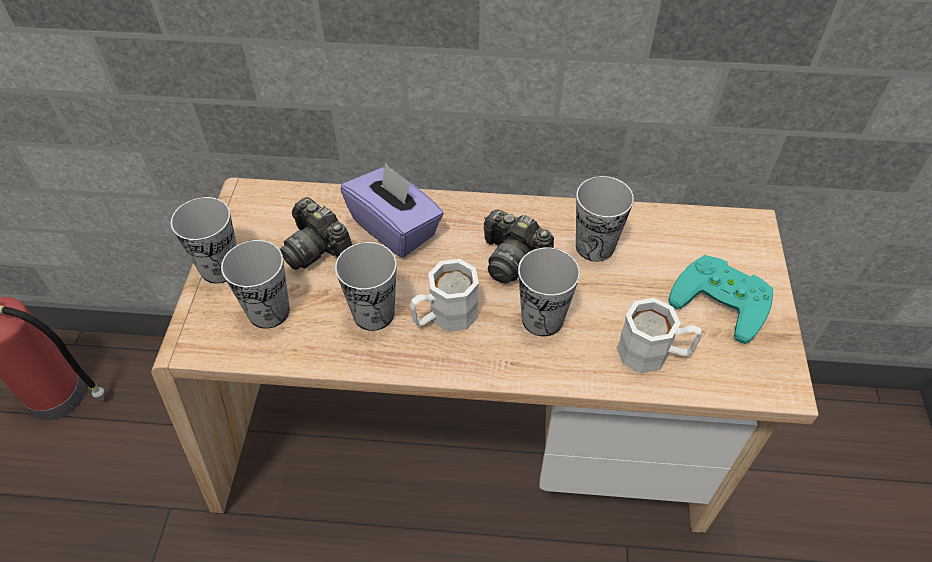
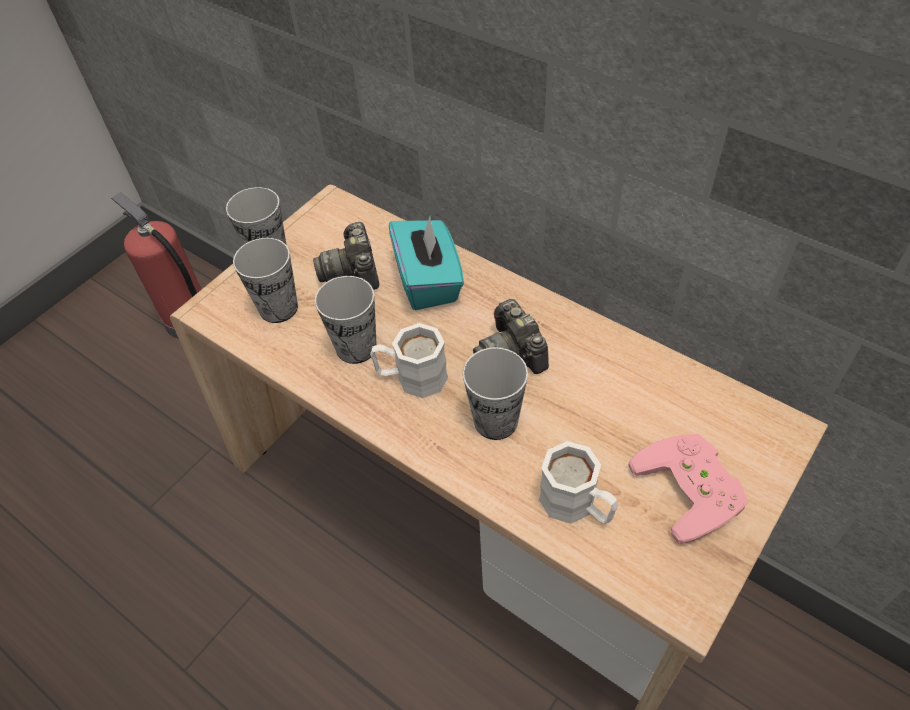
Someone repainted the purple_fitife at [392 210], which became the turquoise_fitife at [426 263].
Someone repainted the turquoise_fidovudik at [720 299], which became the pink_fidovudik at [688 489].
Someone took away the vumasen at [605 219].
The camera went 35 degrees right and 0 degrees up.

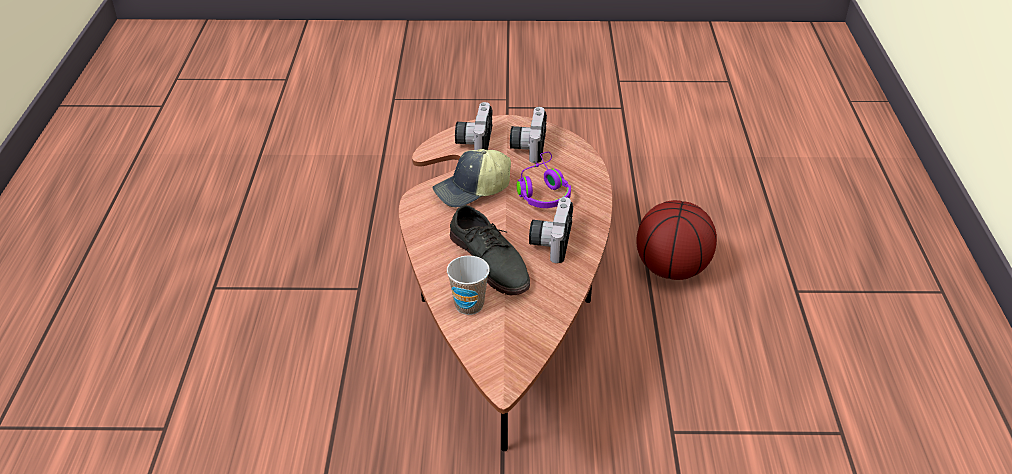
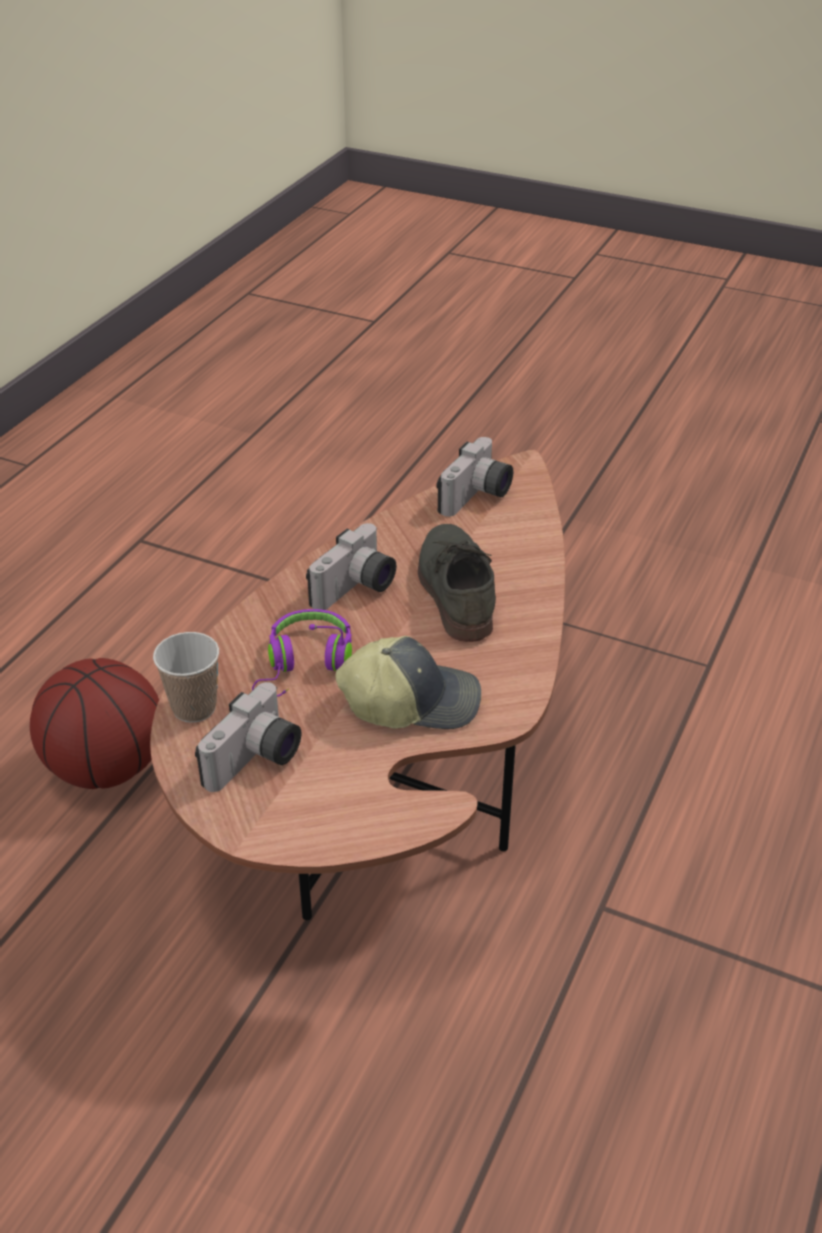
Someone carried the vumasen from [468 285] to [186 677].
Someone carried the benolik from [474 126] to [474 477].
The camera went 155 degrees left and 0 degrees up.

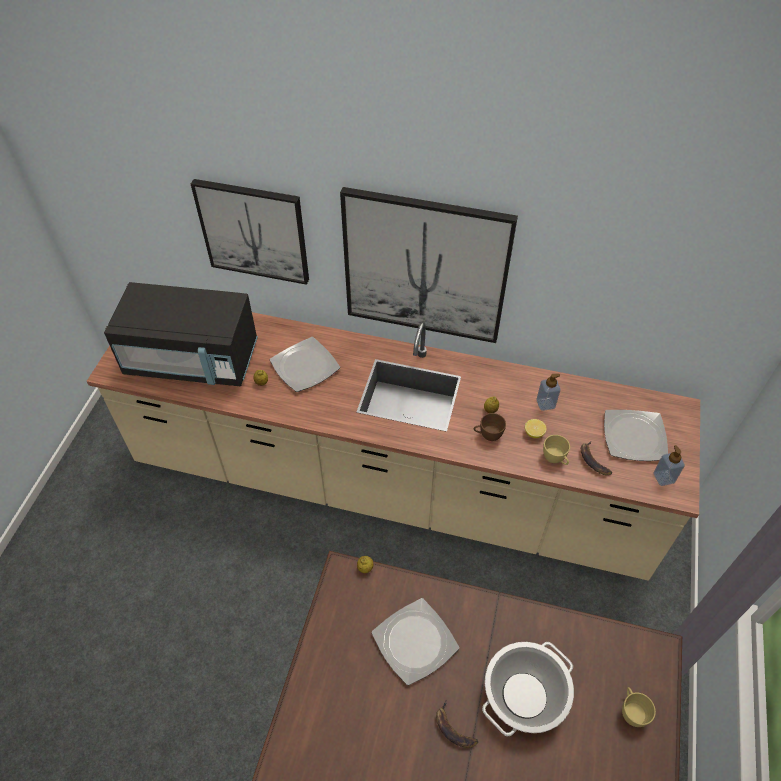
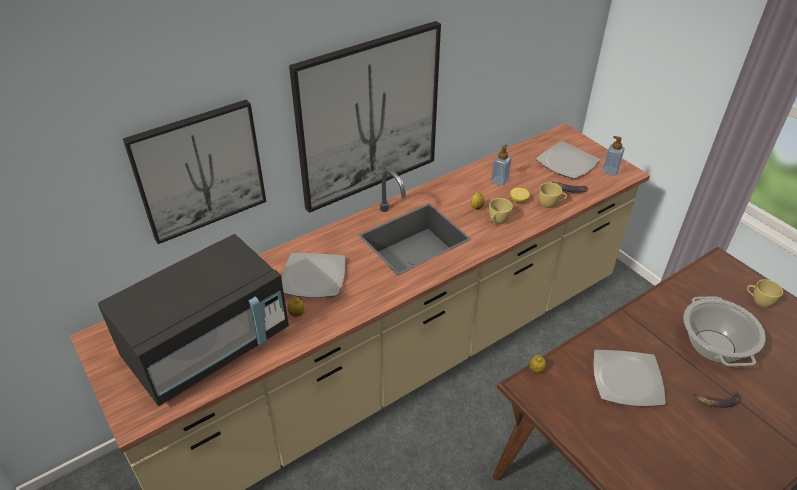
Someone repainted the brown_vumasen at [490 427], which became the yellow_vumasen at [501 211].
The camera went 50 degrees left and 10 degrees down.

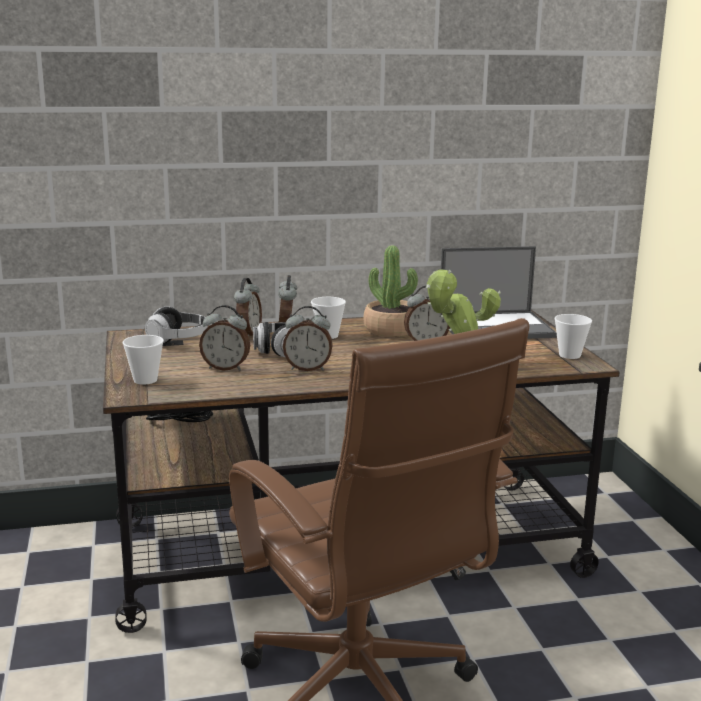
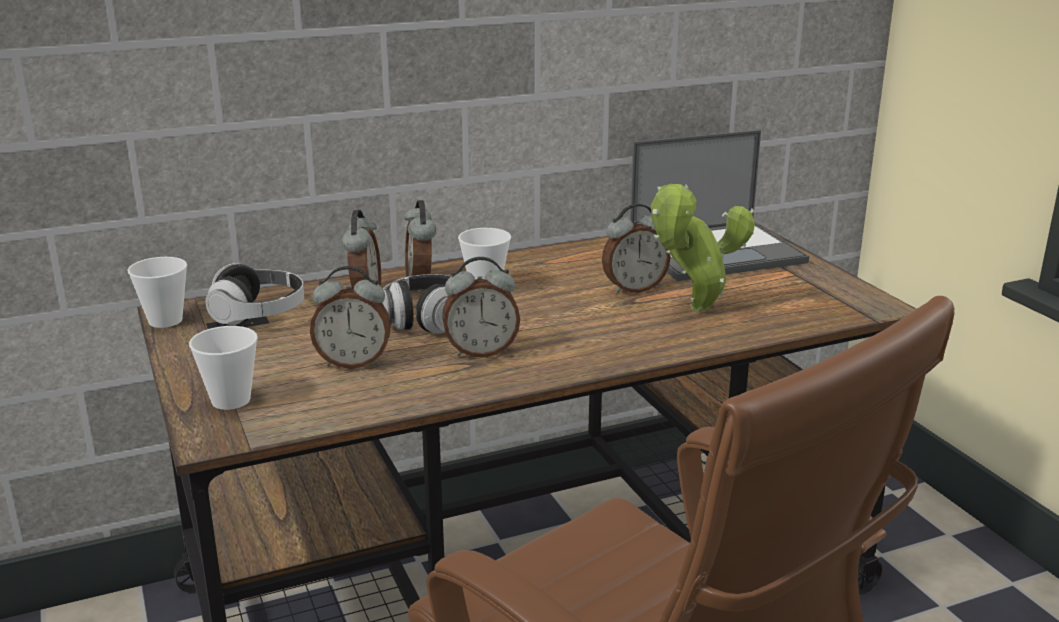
Someone carried the vumasen from [573 336] to [157 292].
Someone took away the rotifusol at [390 291].
The camera went 10 degrees left and 5 degrees up.

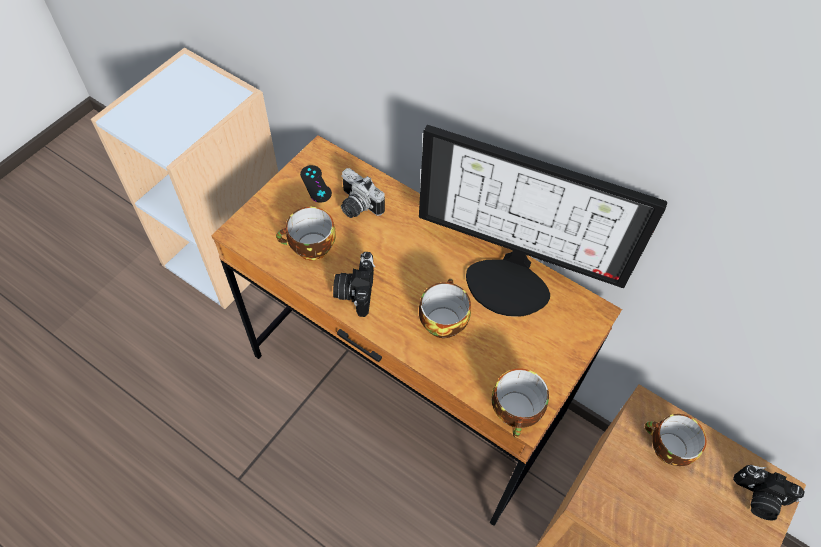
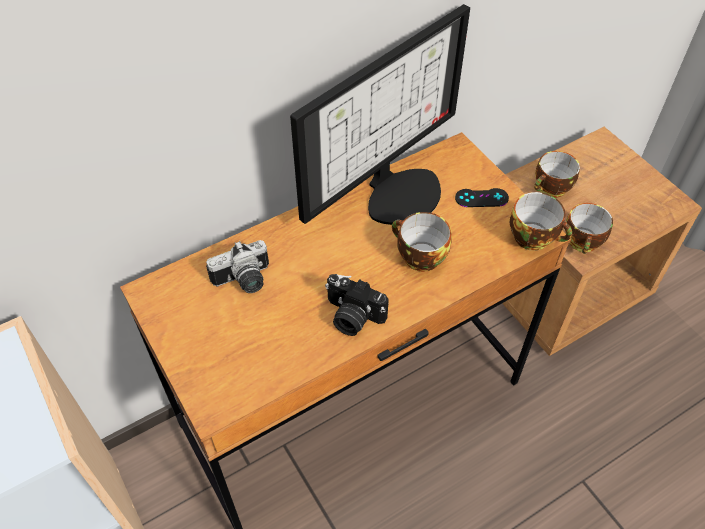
Someone carried the black_fidovudik from [316 184] to [482 197].
Someone carried the vumasen from [306 234] to [589 228].
Someone took away the benolik at [769 492].
The camera went 65 degrees left and 5 degrees down.

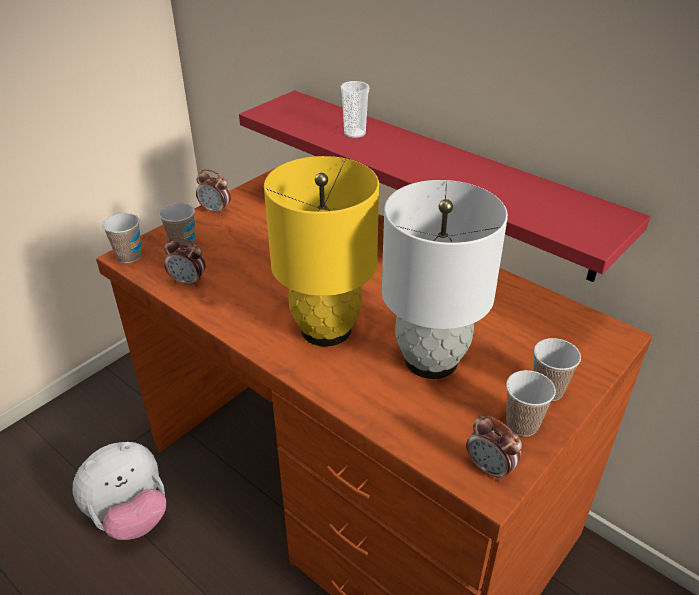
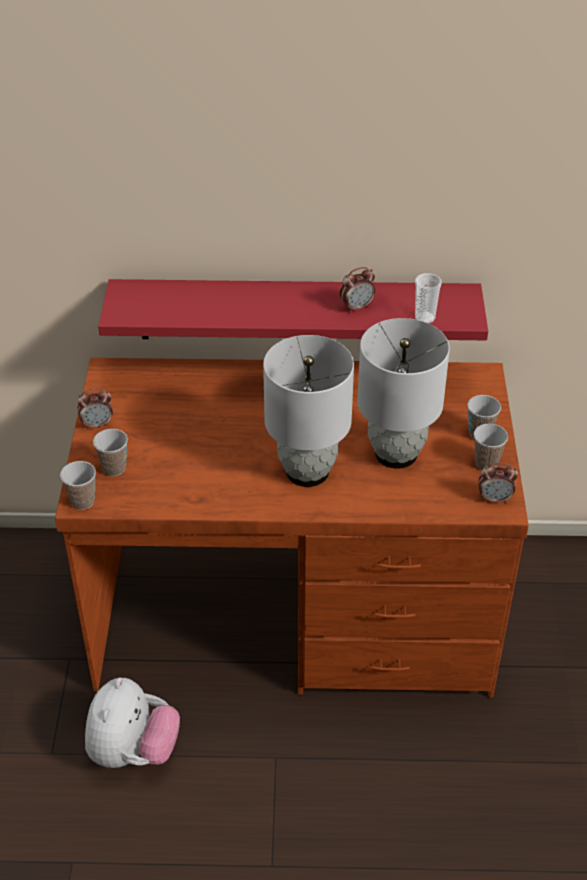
Someone repainted the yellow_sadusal at [321 251], which became the white_sadusal at [308 411].
Someone carried the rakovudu from [185 262] to [357 290].
Someone carried the vumasen from [355 109] to [428 298].
The camera went 40 degrees left and 5 degrees up.

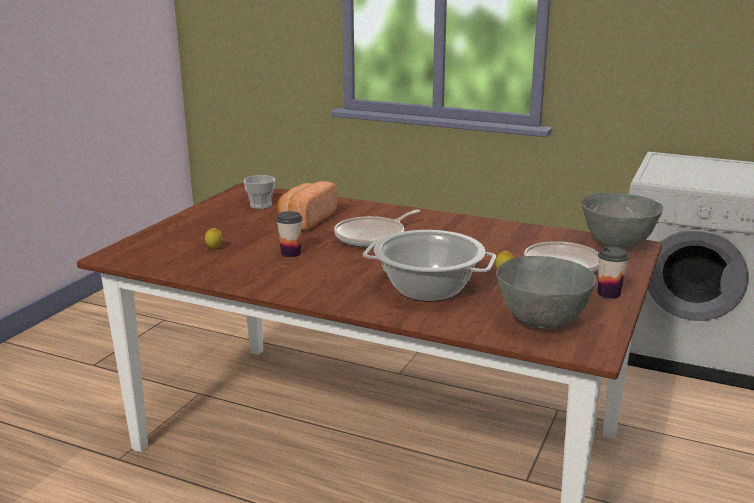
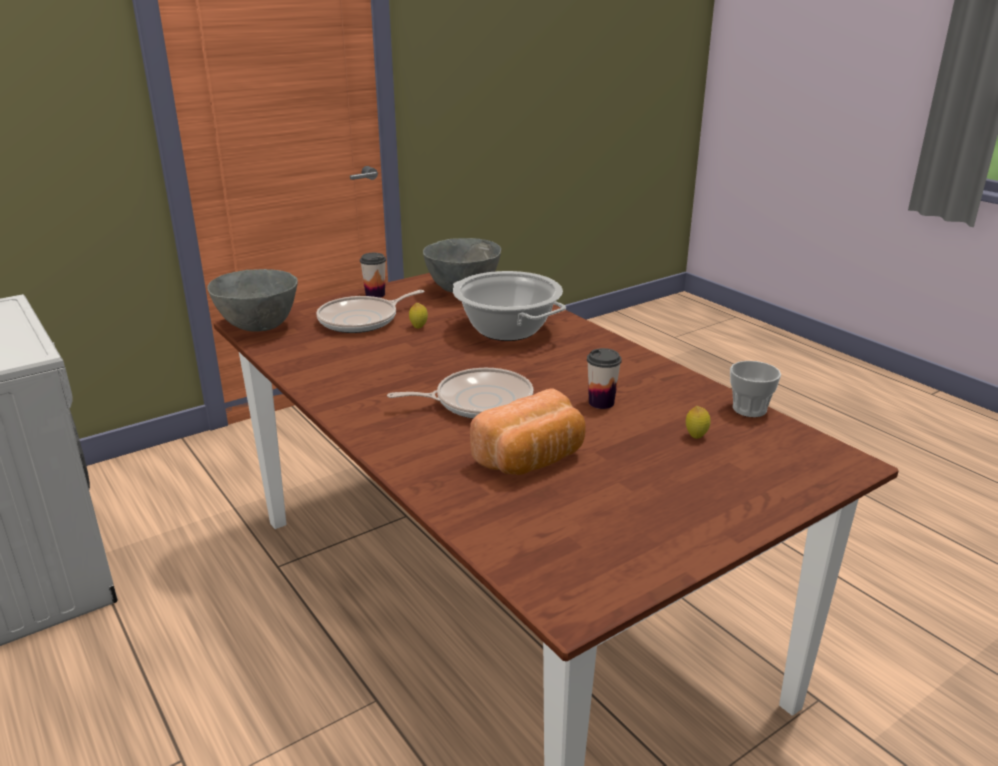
Someone carried the vumasen from [259 192] to [755 389].
The camera went 150 degrees left and 5 degrees up.

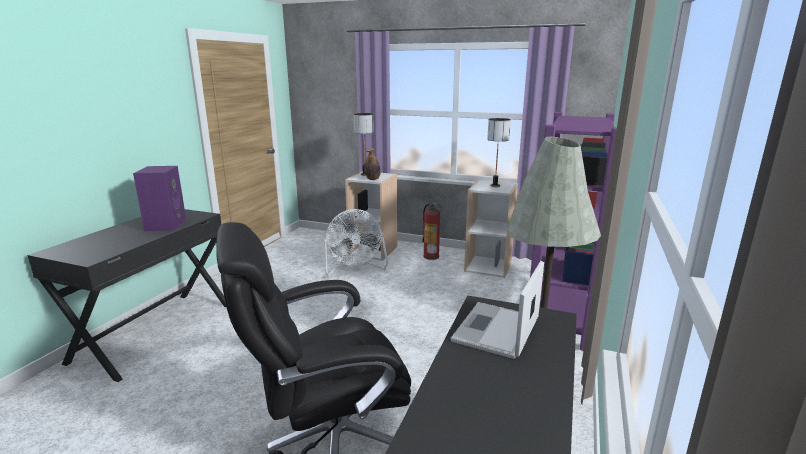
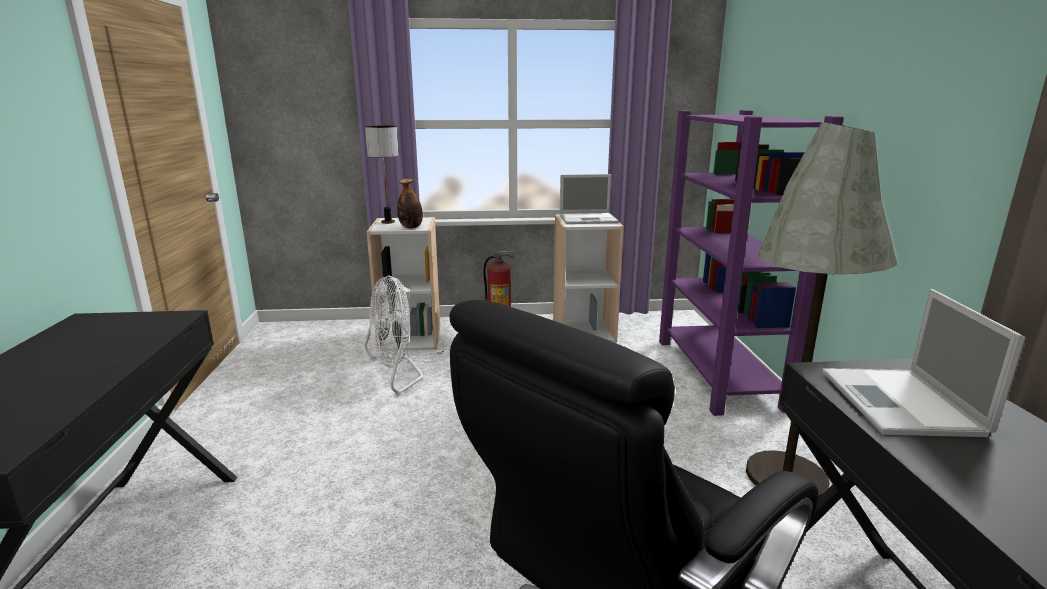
Someone rotated the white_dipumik at [356 243] by 105 degrees clockwise.
Someone swapped the sadusal at [499 152] for the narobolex at [589 199].
Someone took away the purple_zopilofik at [159 198].
The camera went 25 degrees left and 0 degrees up.

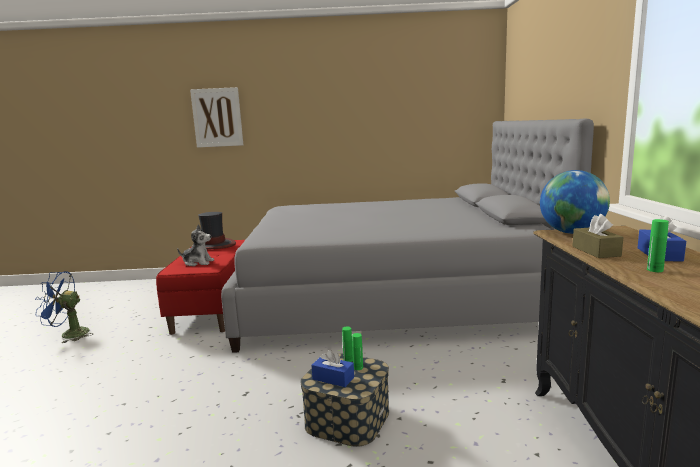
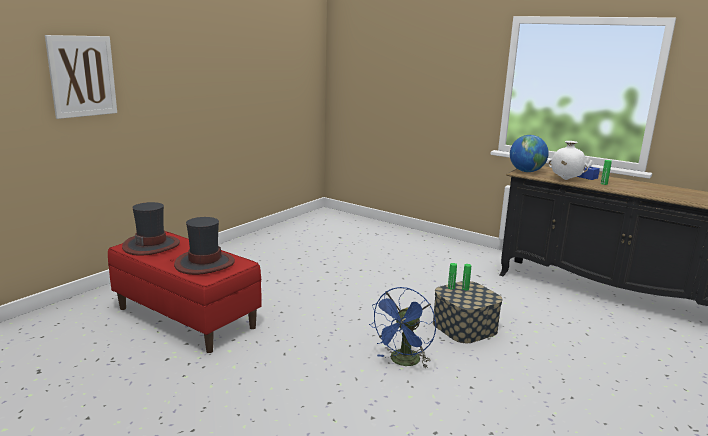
Someone swapped the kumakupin at [195 245] for the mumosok at [204 246].
Someone carried the blue_dipumik from [64 307] to [402 327].
Someone swapped the brown_fitife at [597 236] for the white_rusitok at [568 160].
Someone took away the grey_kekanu at [407 235].
Someone took away the blue_fitife at [332 368].
The camera went 55 degrees left and 5 degrees up.

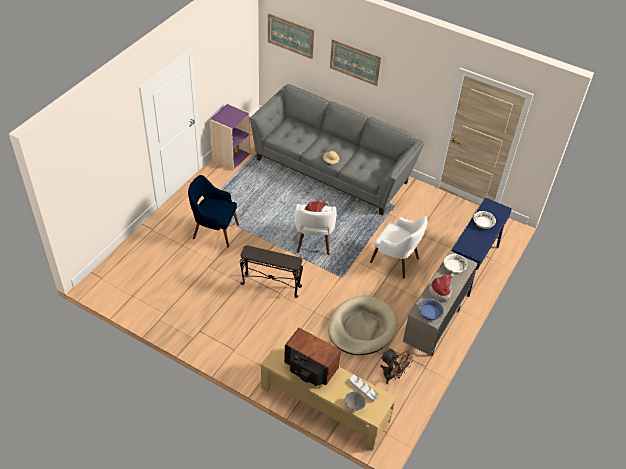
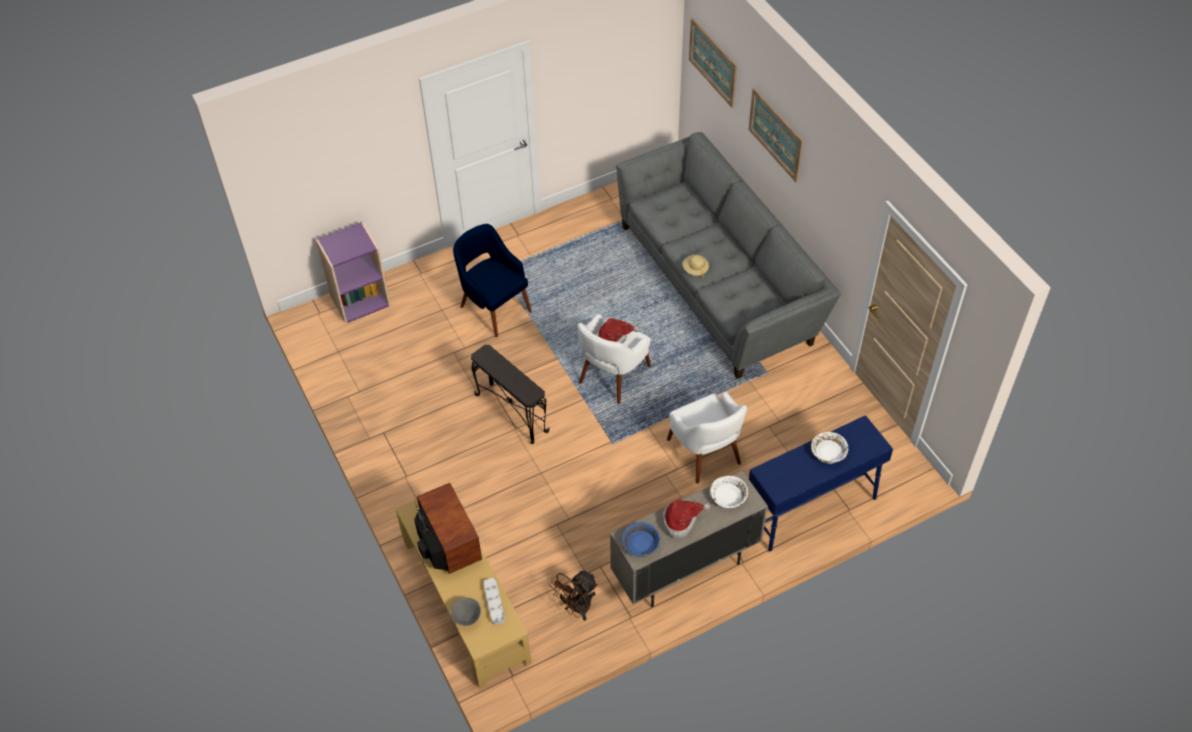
Someone carried the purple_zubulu from [229 136] to [353 273].
Someone rotated the brown_dipumik at [396 366] by 60 degrees clockwise.
Someone took away the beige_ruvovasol at [362 325].
The camera went 35 degrees right and 5 degrees up.

